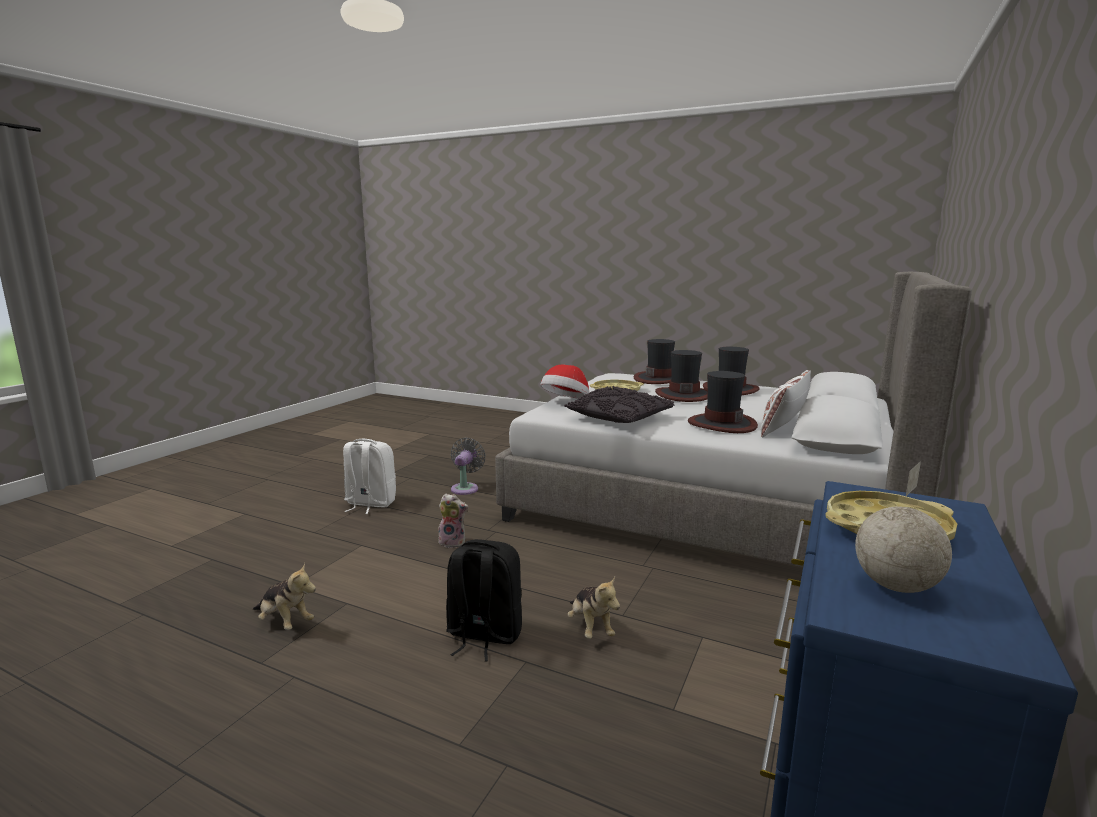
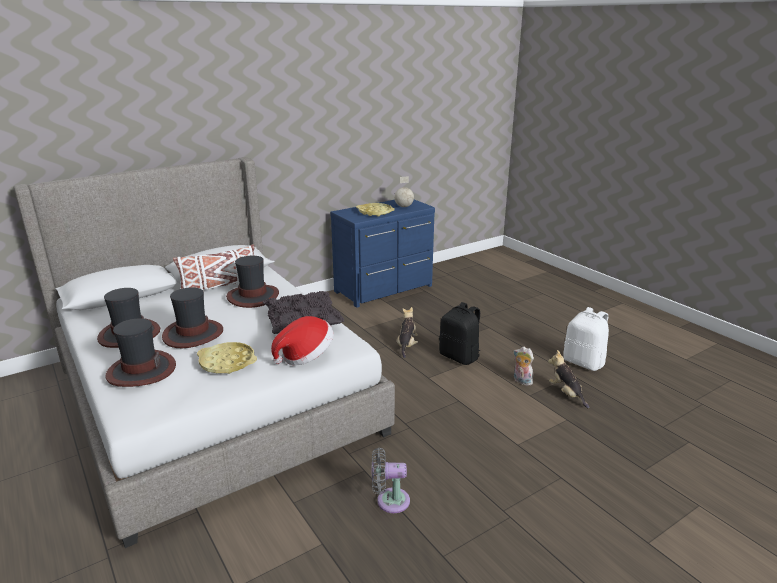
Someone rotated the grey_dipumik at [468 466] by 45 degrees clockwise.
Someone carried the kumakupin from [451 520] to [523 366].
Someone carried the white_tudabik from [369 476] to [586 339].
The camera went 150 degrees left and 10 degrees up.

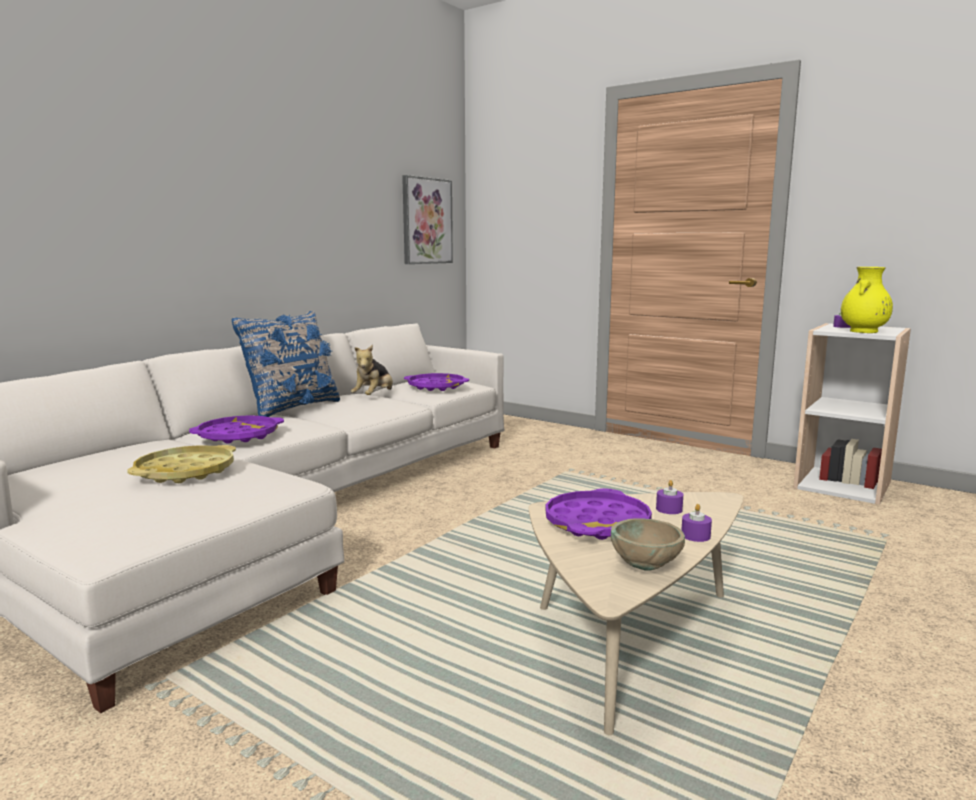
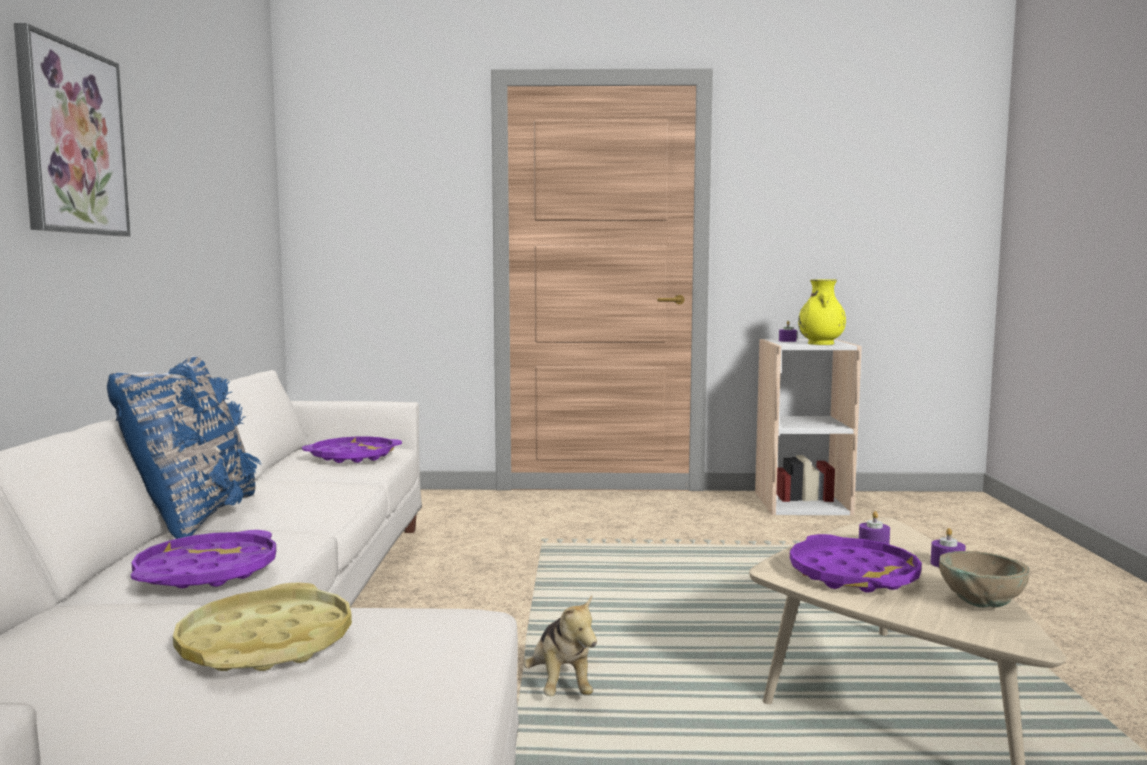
Someone carried the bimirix from [427 219] to [72 129].
Someone carried the kumakupin from [372 370] to [560 645].
The camera went 35 degrees left and 5 degrees down.

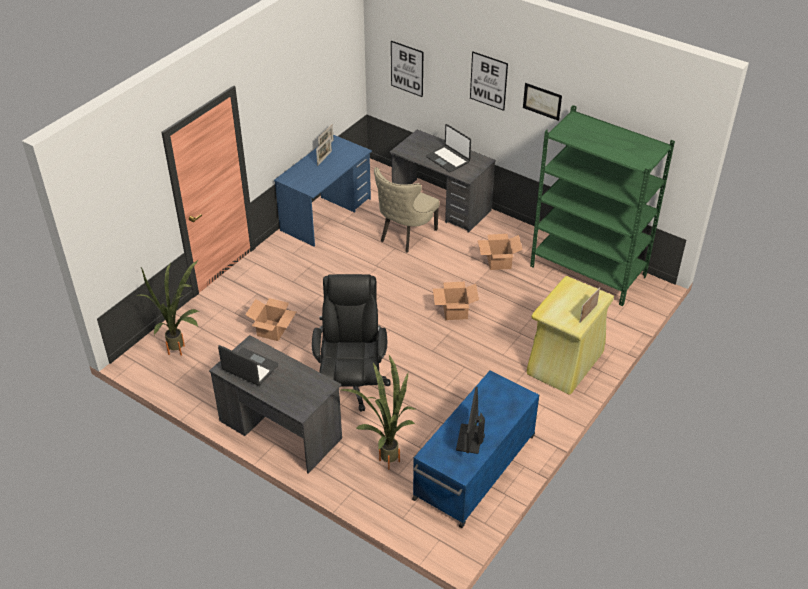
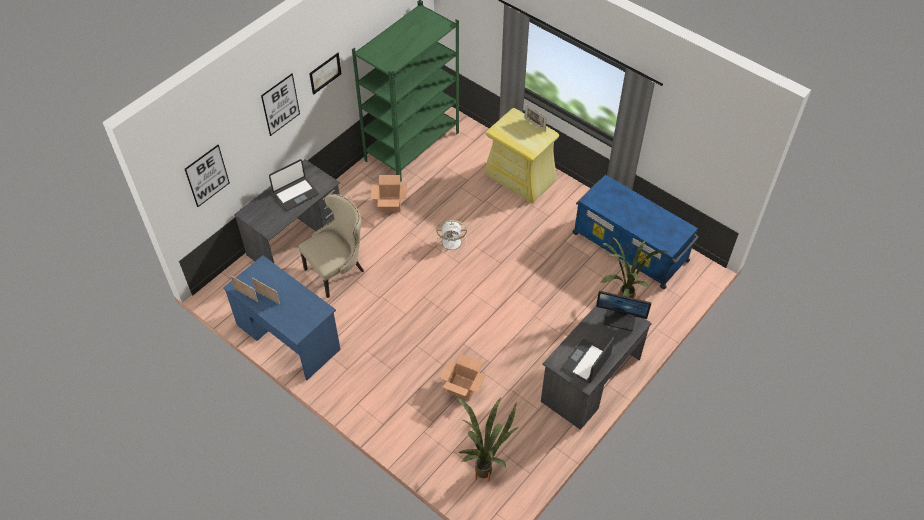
Someone rotated the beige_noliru at [406 210] by 75 degrees counterclockwise.
Someone swapped the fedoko at [456 301] for the white_dipumik at [451 237].
Someone carried the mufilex from [470 420] to [623 311].
Someone took away the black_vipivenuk at [351 343].
The camera went 85 degrees left and 10 degrees up.

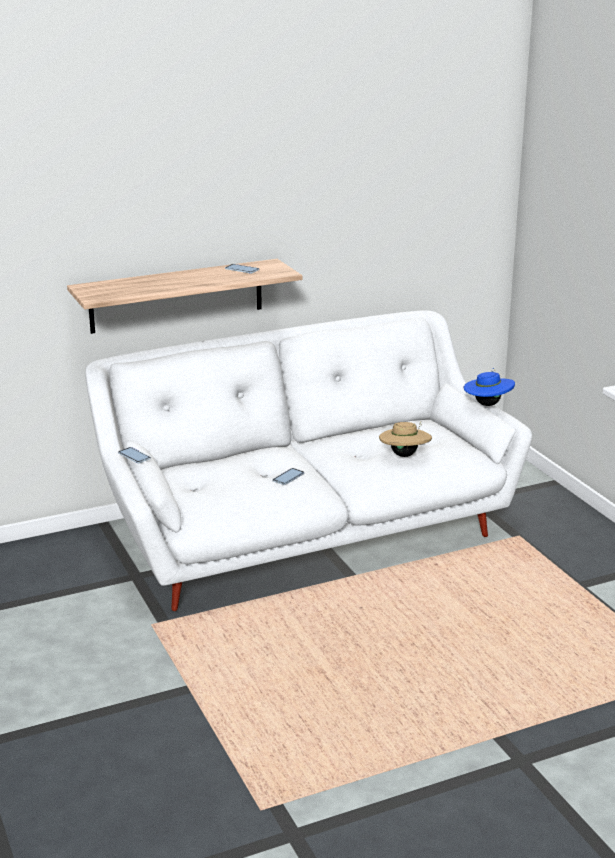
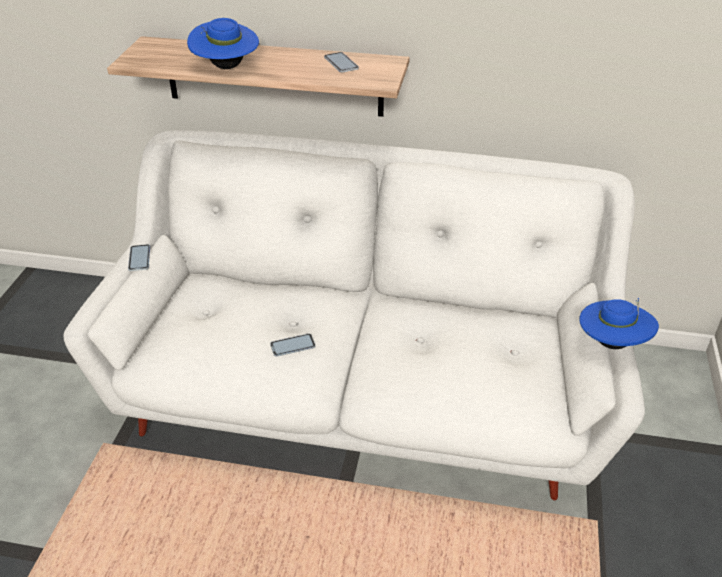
Someone put down the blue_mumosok at [223 43].
Someone took away the beige_mumosok at [405 439].
The camera went 35 degrees right and 15 degrees up.

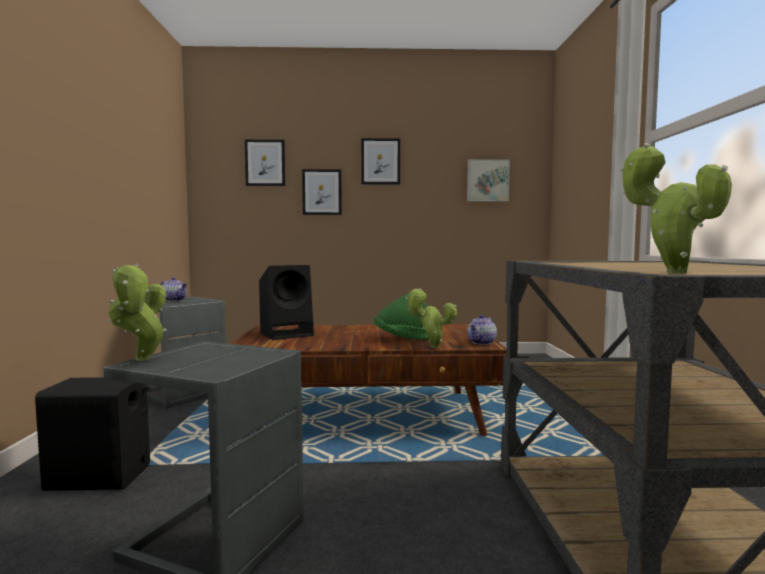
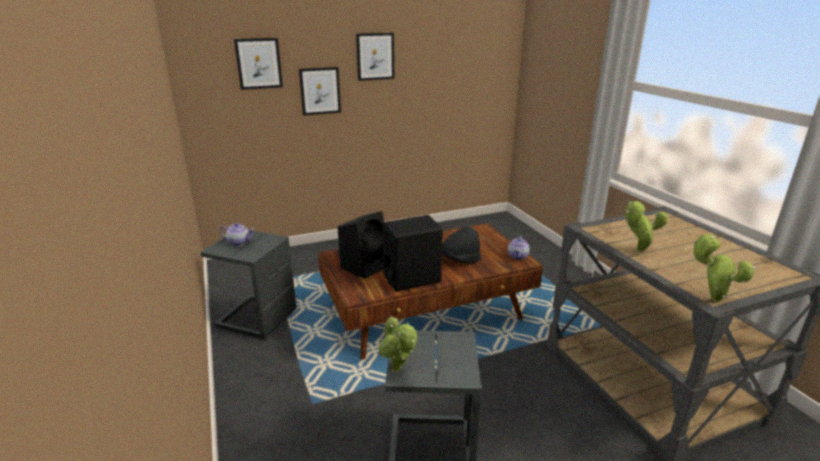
Someone carried the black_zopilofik from [92 434] to [413 253].
Someone repainted the green_mumosok at [401 317], which became the black_mumosok at [461 244].
Someone carried the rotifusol from [431 318] to [646 226].
Someone took away the bimirix at [488 180].
The camera went 20 degrees left and 20 degrees up.

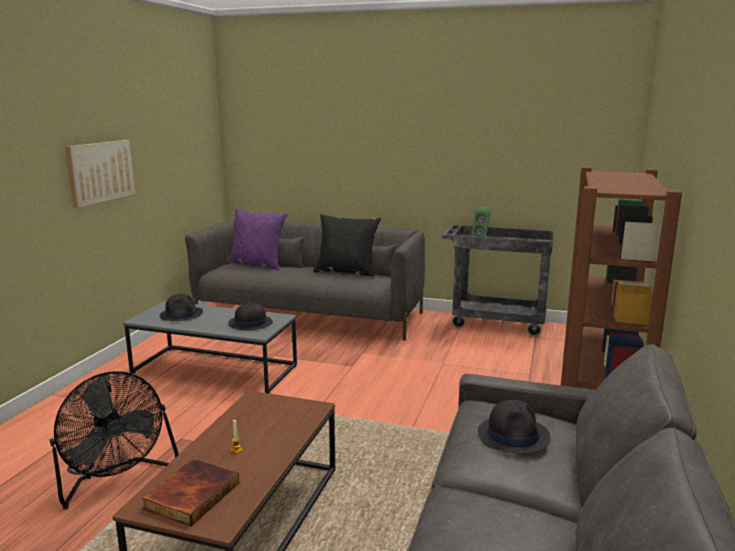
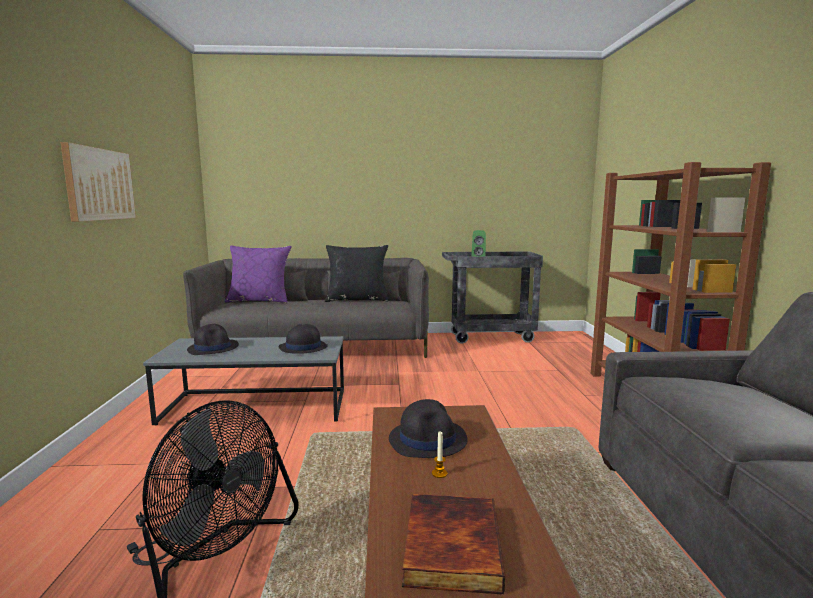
Someone carried the black_mumosok from [514 427] to [428 428].
The camera went 20 degrees left and 5 degrees down.

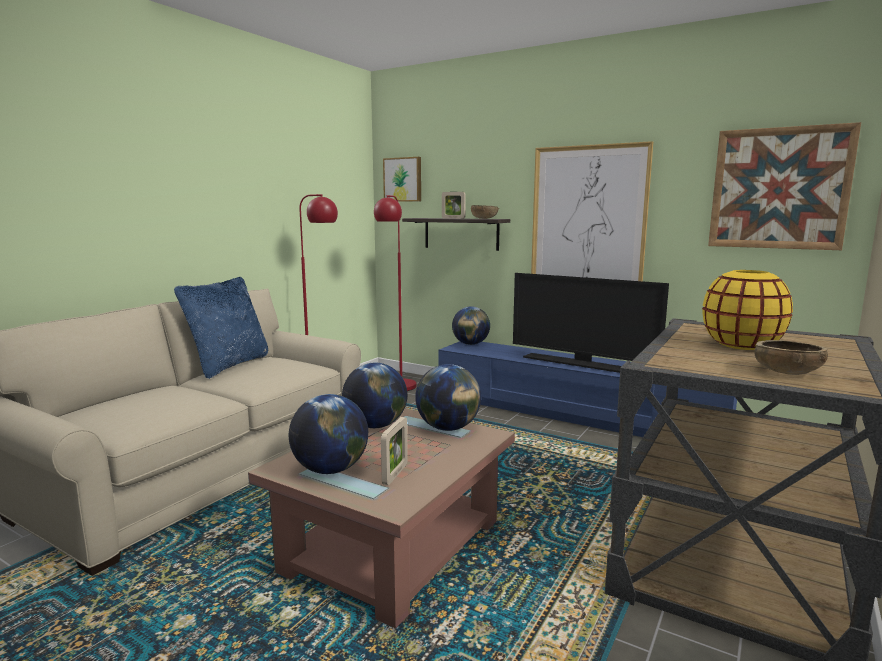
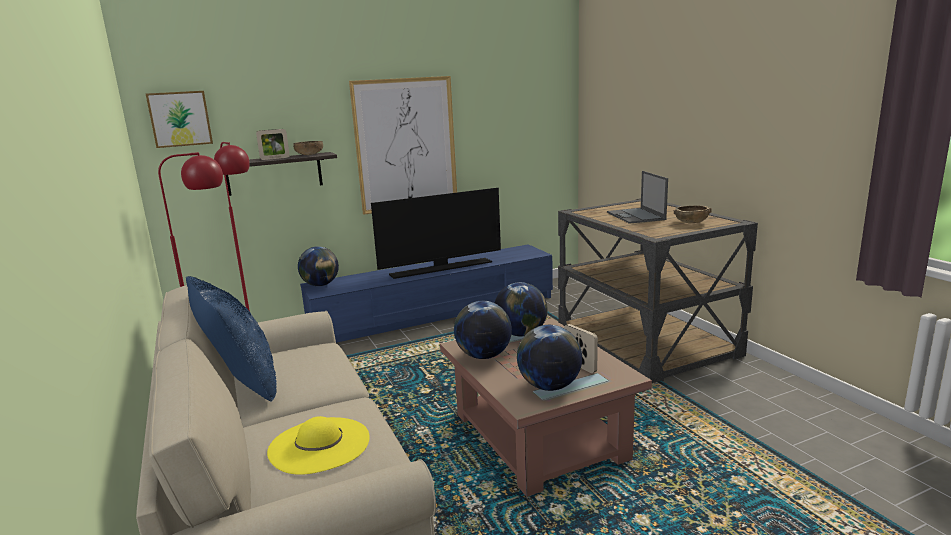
Someone put down the yellow_mumosok at [318 445].
Someone swapped the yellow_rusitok at [747 310] for the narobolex at [637 197].
Someone took away the bimirix at [784 186].
The camera went 55 degrees left and 5 degrees up.

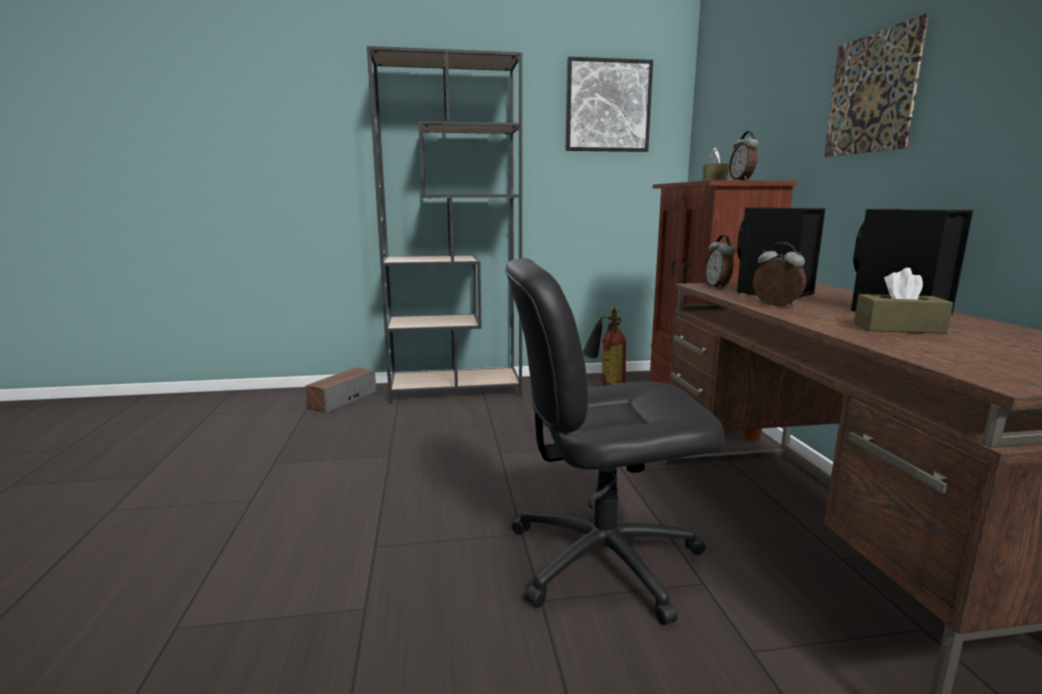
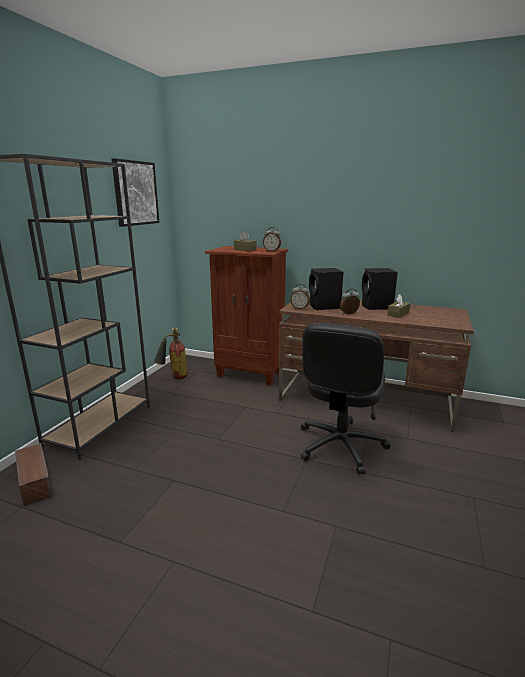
Someone took away the bimirix at [876 85].
The camera went 60 degrees left and 5 degrees up.

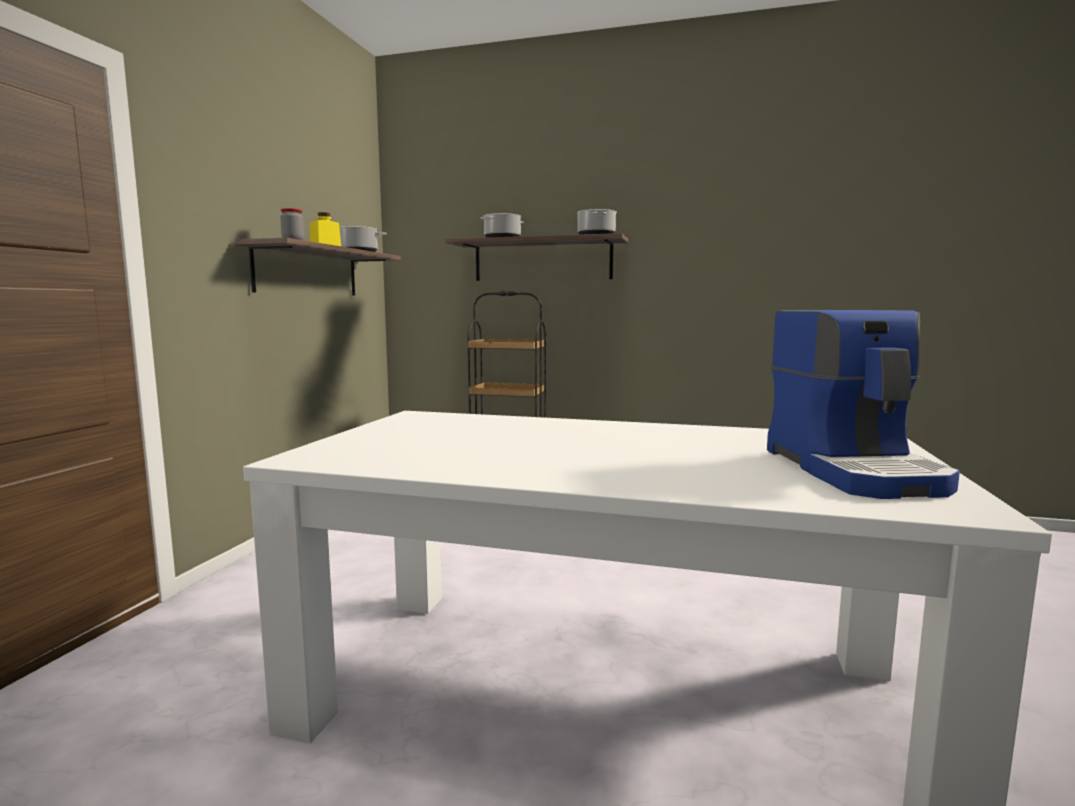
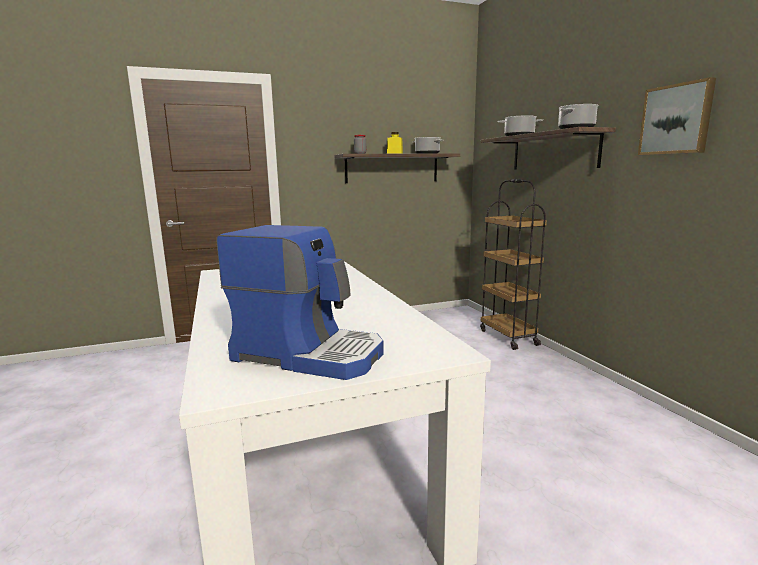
Someone rotated the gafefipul at [863 404] by 120 degrees counterclockwise.
Someone put up the bimirix at [677 116].
The camera went 55 degrees right and 5 degrees up.

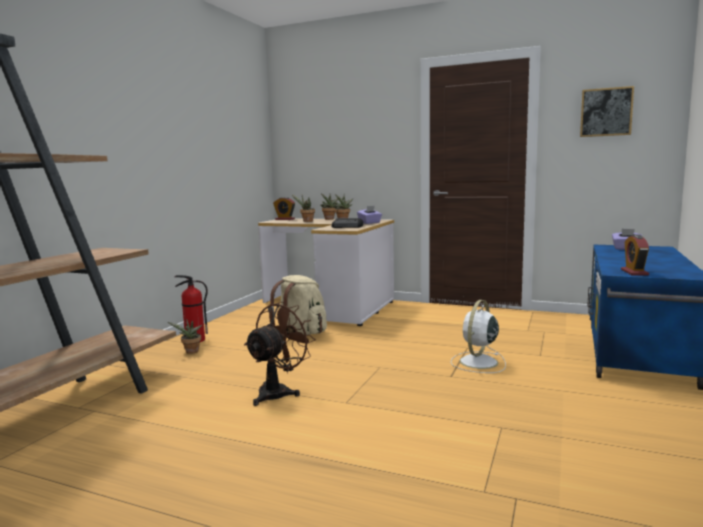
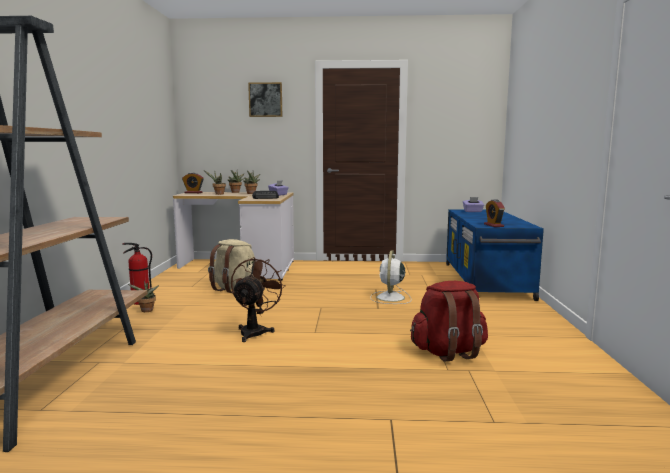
Someone carried the bimirix from [607 111] to [265 99].
Someone put down the red_tudabik at [449 321].
The camera went 20 degrees left and 0 degrees up.

